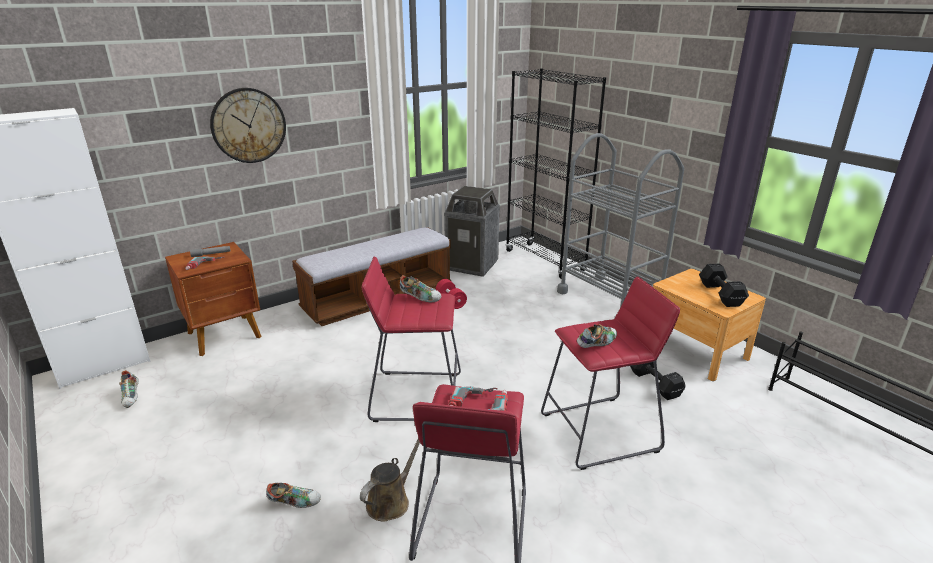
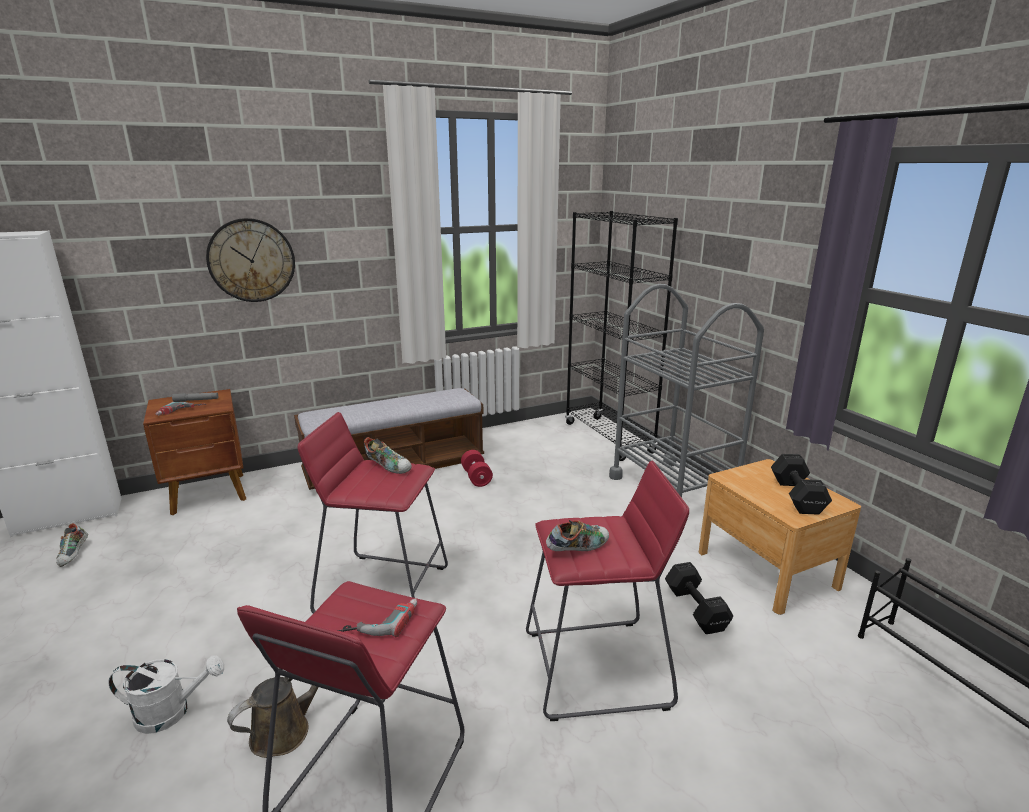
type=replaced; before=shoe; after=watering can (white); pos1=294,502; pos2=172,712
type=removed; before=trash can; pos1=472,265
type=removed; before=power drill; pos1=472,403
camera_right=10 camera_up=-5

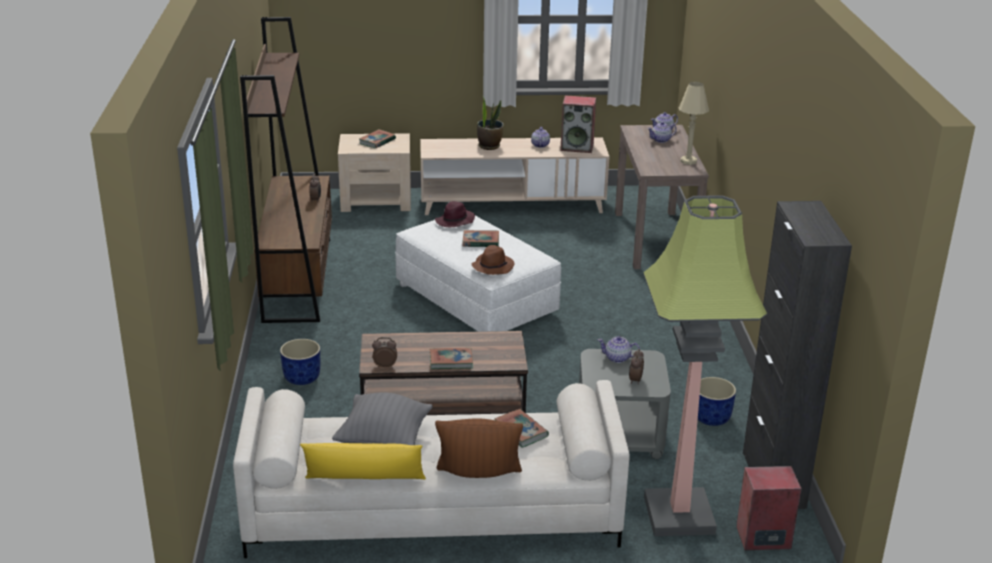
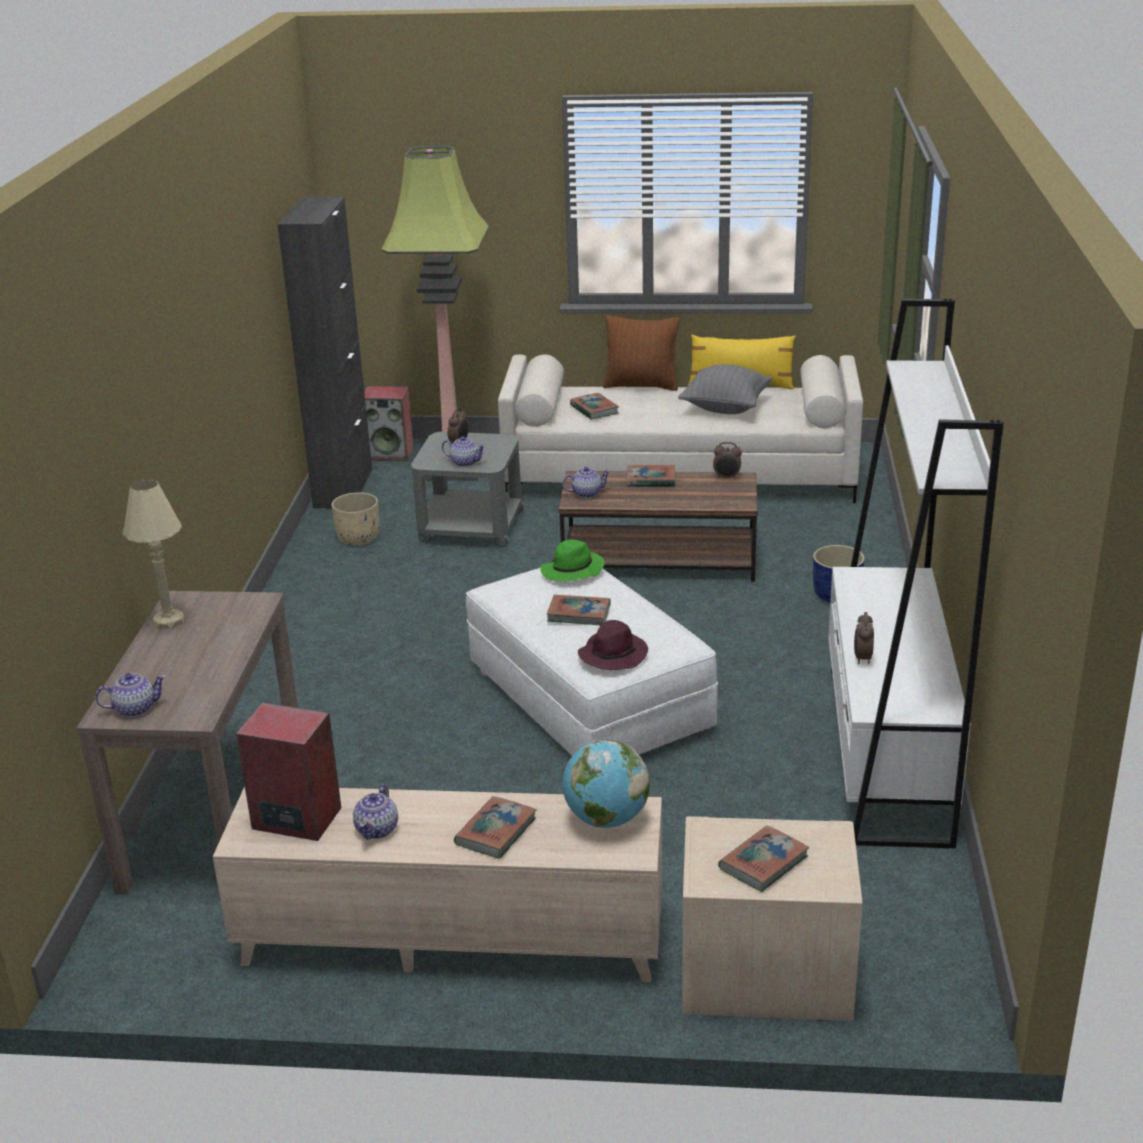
type=recoloured; before=bookcase (brown); after=bookcase (white); pos1=298,278; pos2=887,752
type=recoloured; before=hat (brown); after=hat (green); pos1=493,266; pos2=572,571
type=replaced; before=potted plant; after=book; pos1=489,146; pos2=496,831
type=moved; before=teapot; pos1=661,140; pos2=586,493
type=recoloured; before=planter (blue); after=planter (beige); pos1=712,418; pos2=358,538
type=added; after=globe; pos2=606,819
camera_right=-170 camera_up=0

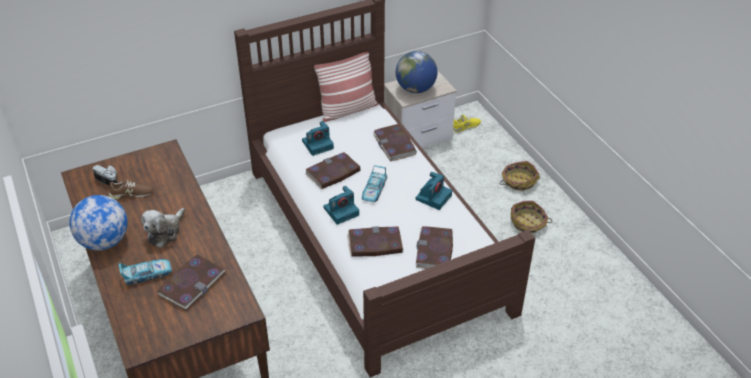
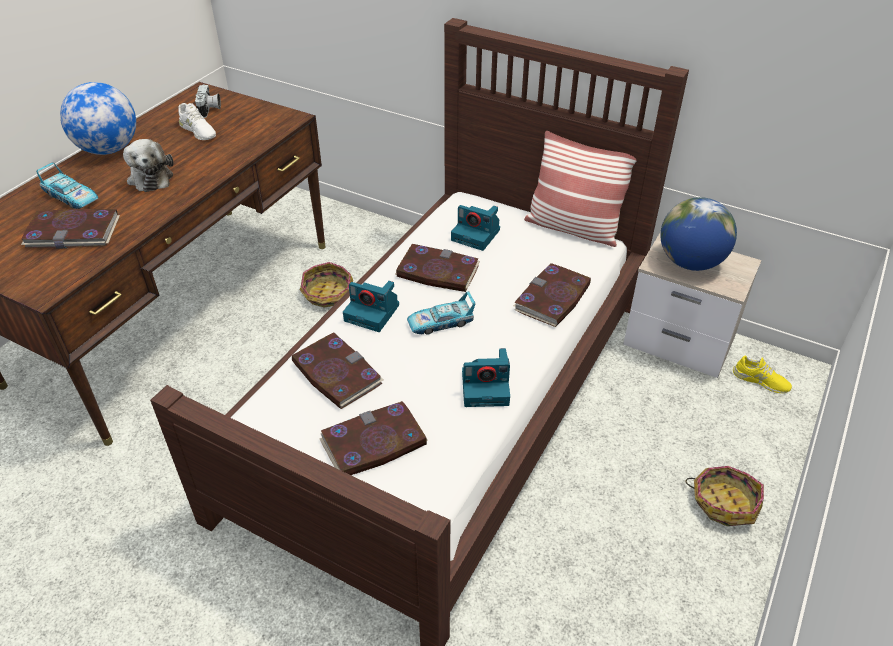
type=recoloured; before=shoe (brown); after=shoe (white); pos1=131,194; pos2=198,131
type=turned; before=plush toy; pos1=165,232; pos2=150,177; turn=-105
type=moved; before=basket; pos1=528,223; pos2=327,294
camera_right=55 camera_up=0

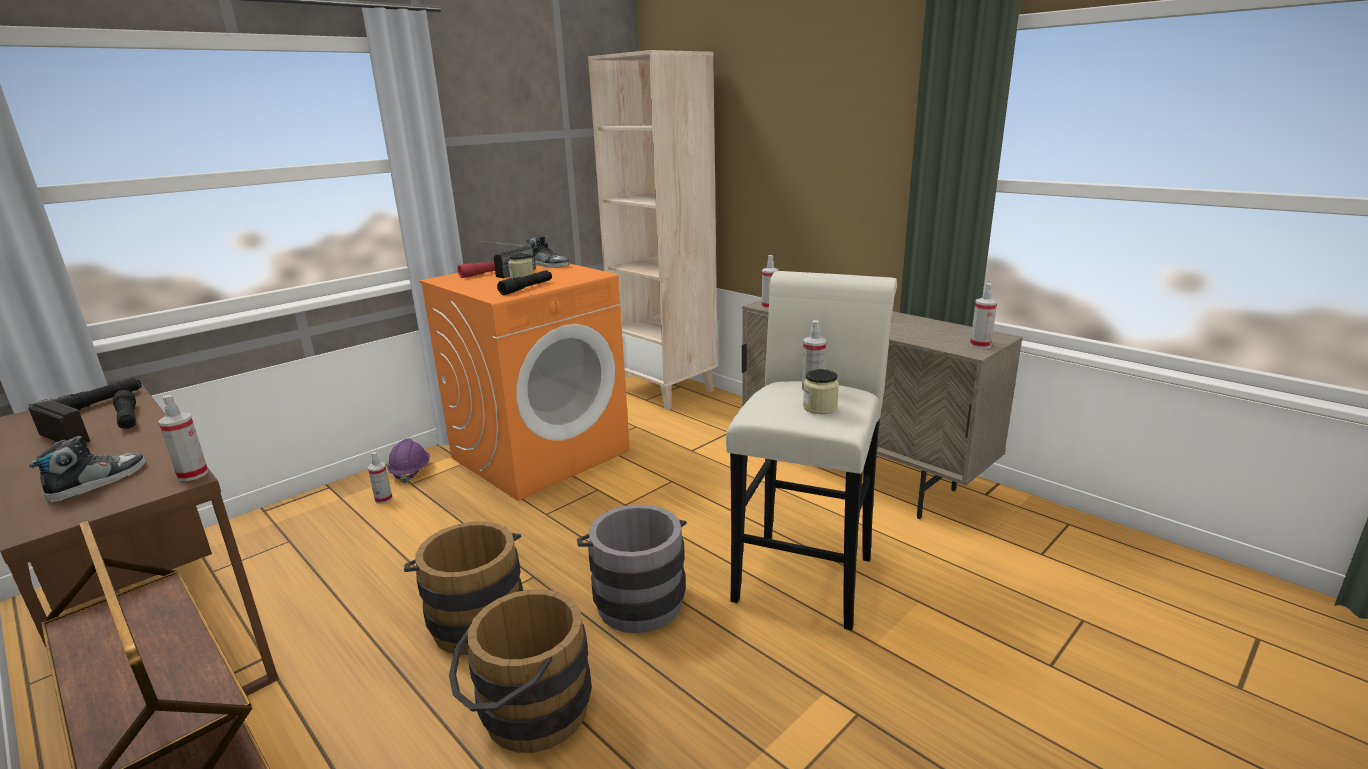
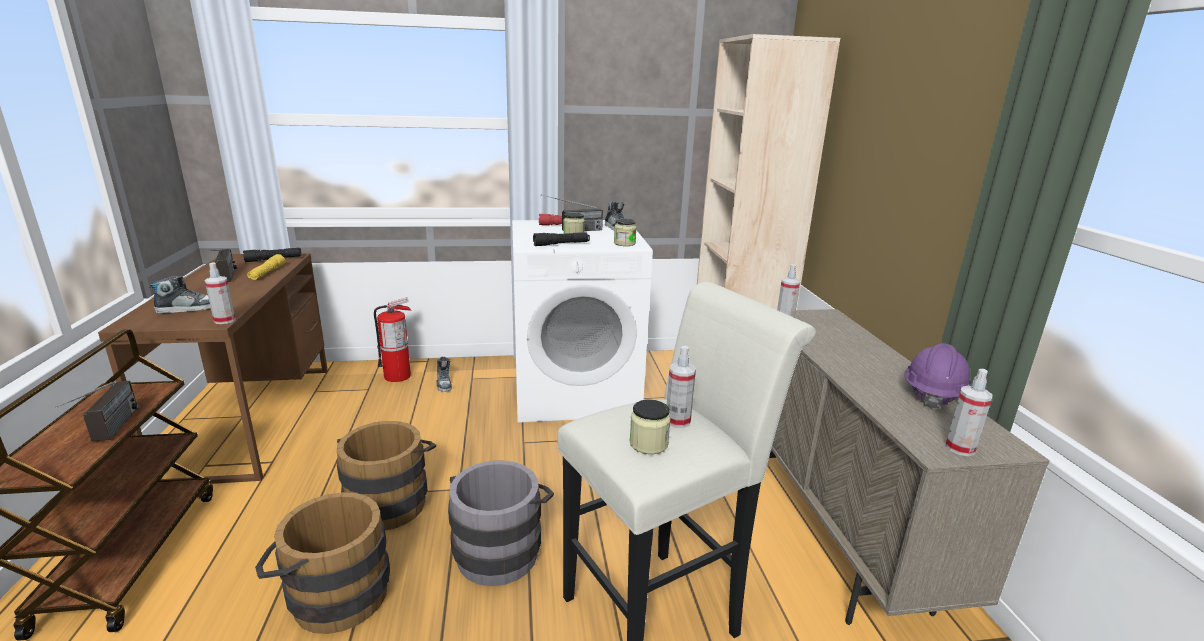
type=recoloured; before=flashlight (black); after=flashlight (yellow); pos1=128,418; pos2=267,273
type=replaced; before=spray bottle; after=shoe; pos1=383,499; pos2=444,383
type=moved; before=hard hat (purple); pos1=410,472; pos2=932,394
type=recoloured; before=washing machine (orange); after=washing machine (white); pos1=541,454; pos2=575,391
type=added; after=radio; pos2=110,432
type=added; after=fire extinguisher; pos2=398,376
type=added; after=jar; pos2=624,243
camera_right=35 camera_up=0

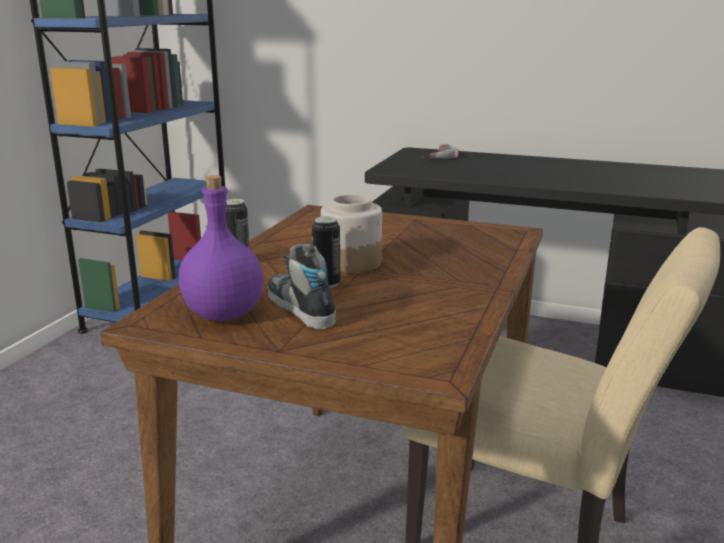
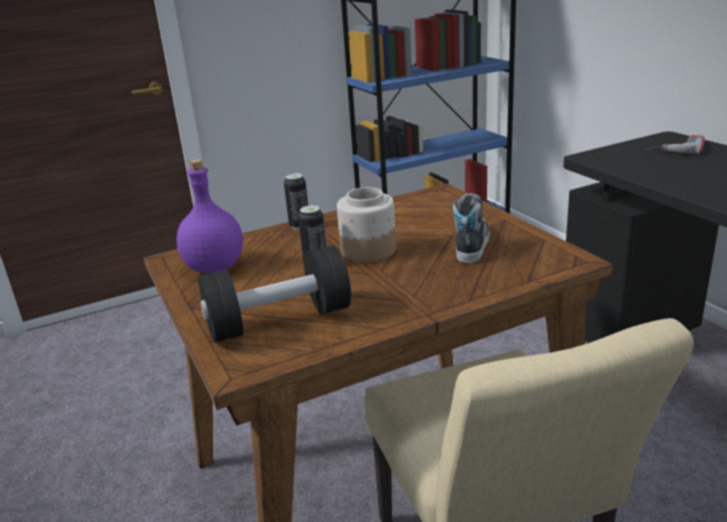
type=moved; before=shoe; pos1=300,308; pos2=470,244
type=added; after=dumbbell (black); pos2=279,321
camera_right=45 camera_up=5

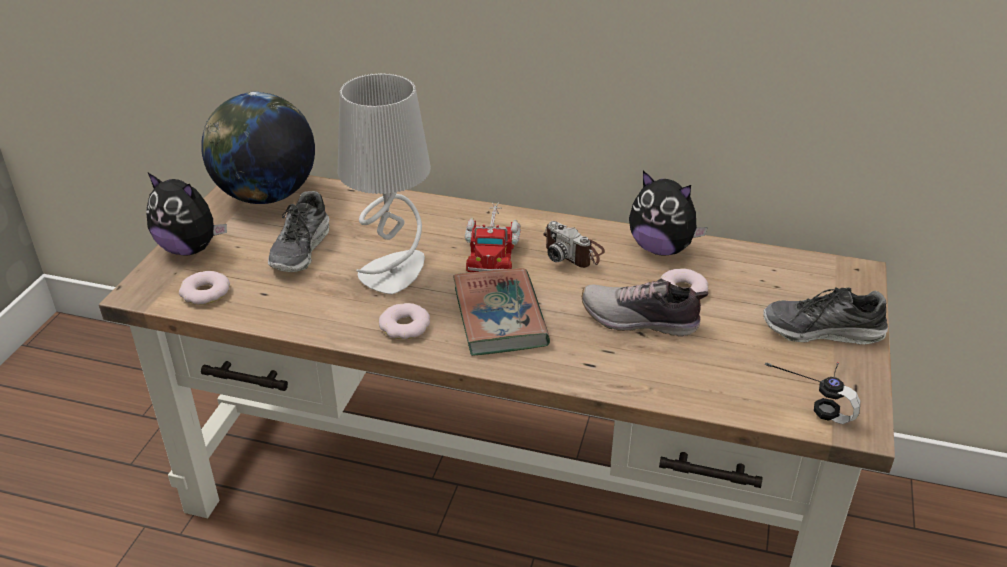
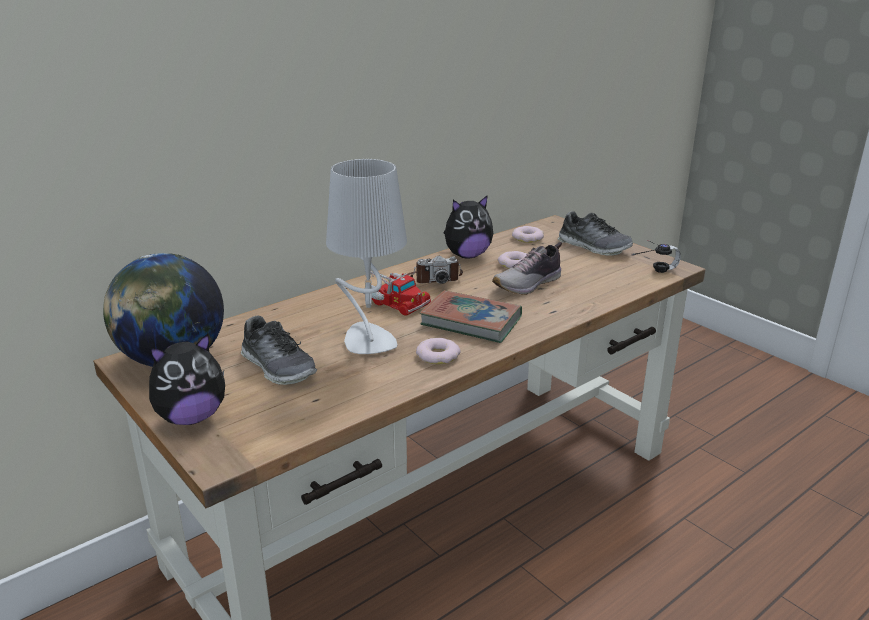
type=moved; before=donut; pos1=205,293; pos2=527,238
type=turned; before=shoe; pos1=822,331; pos2=594,247; turn=-90
camera_right=-55 camera_up=-10

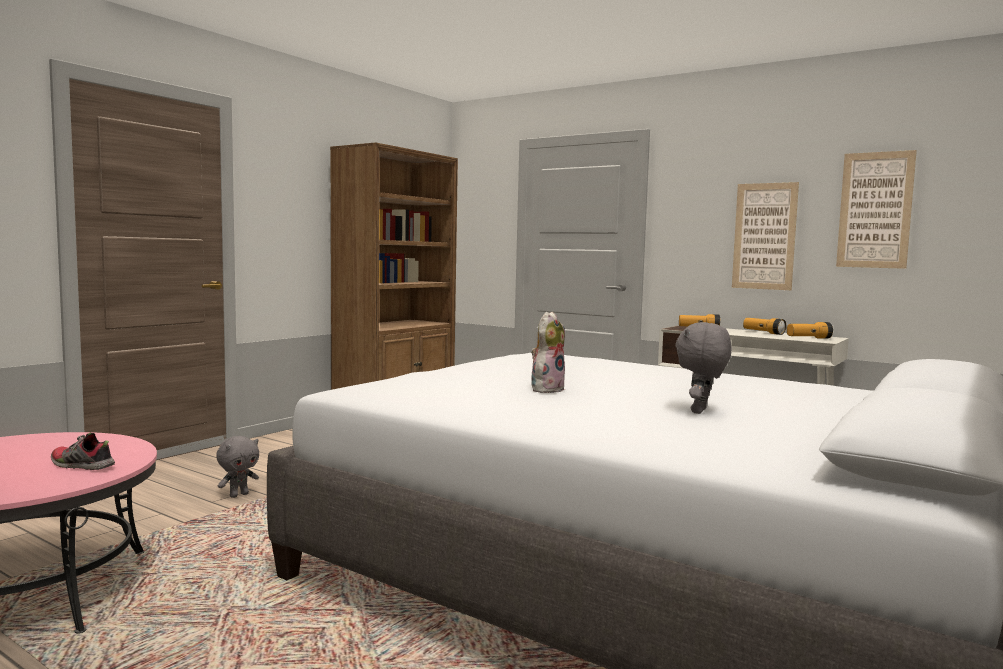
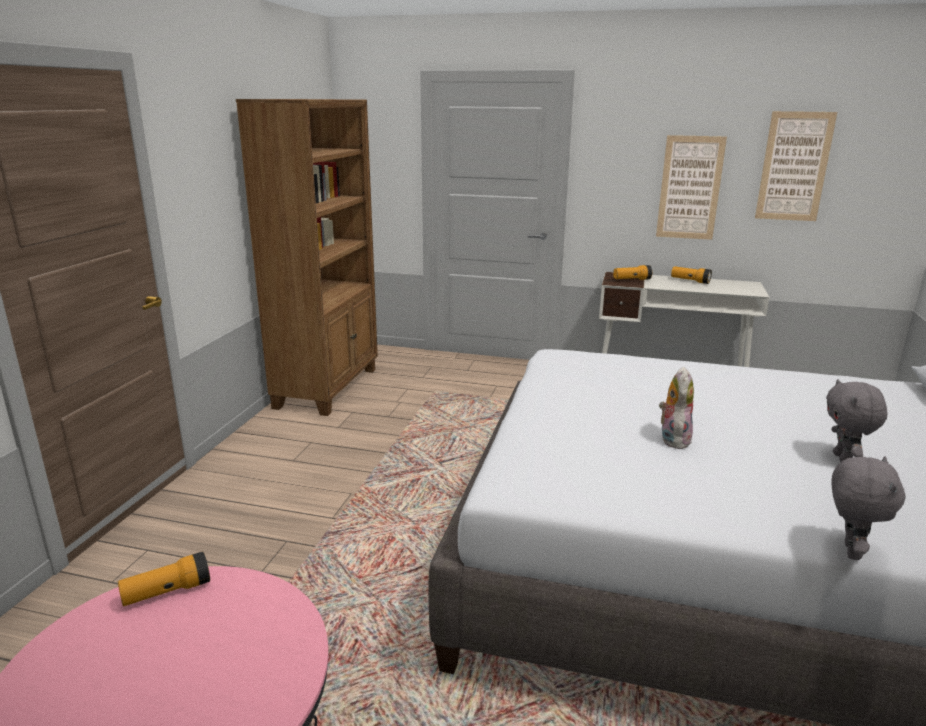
type=removed; before=shoe; pos1=81,466
type=moved; before=plush toy (grey); pos1=239,495; pos2=849,550
type=moved; before=flashlight; pos1=808,338; pos2=167,592
camera_right=-20 camera_up=15

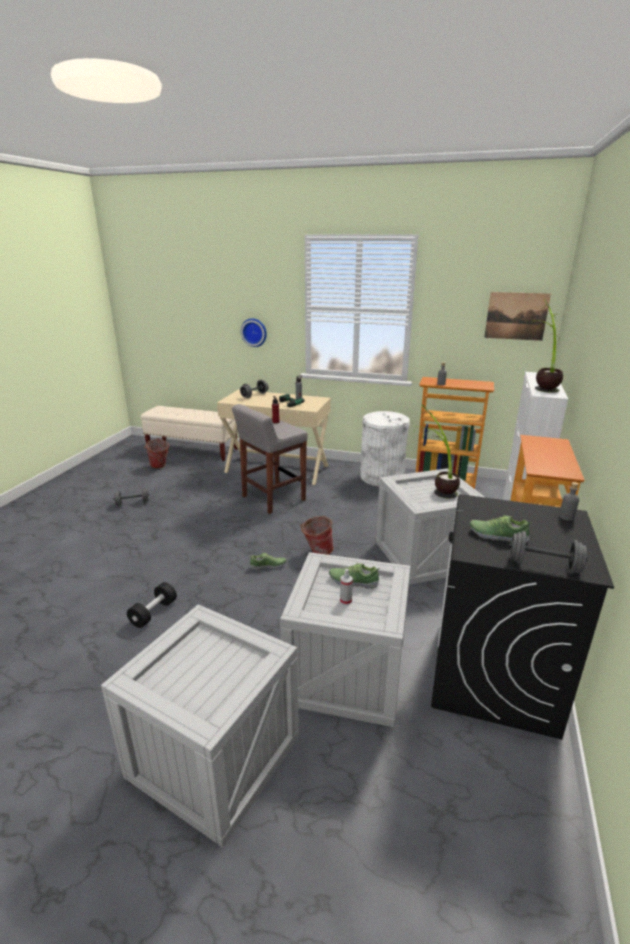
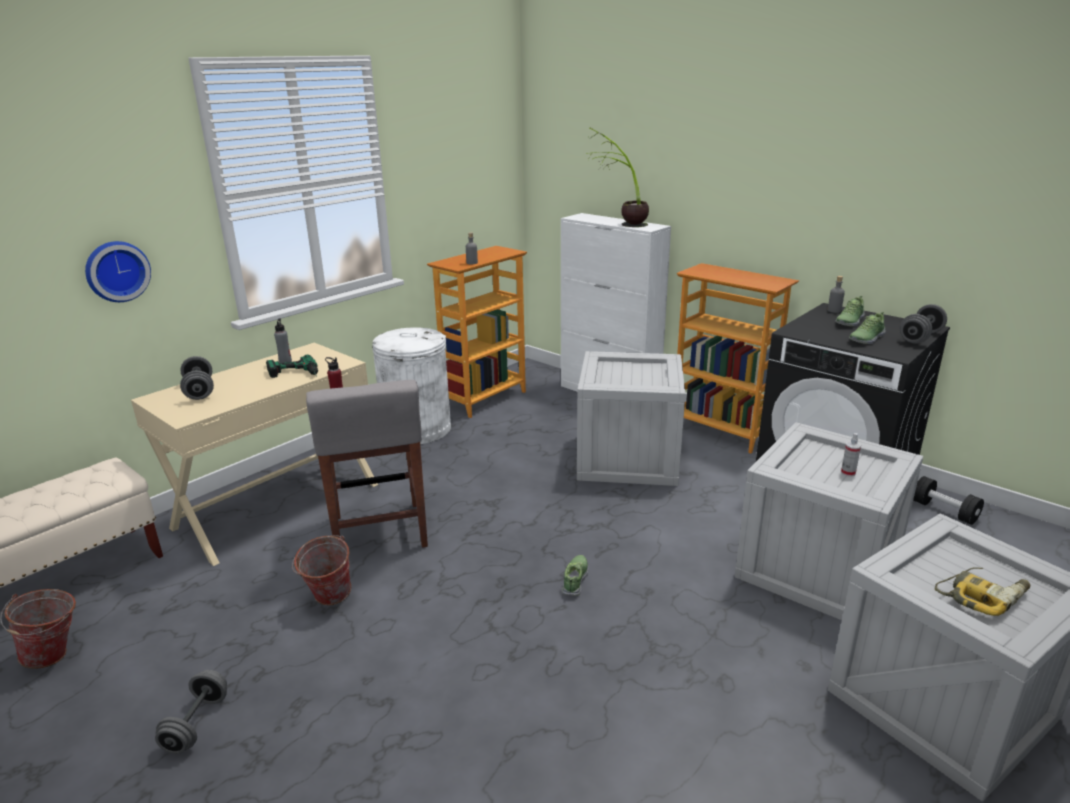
type=moved; before=dumbbell (black); pos1=154,613; pos2=944,511
type=moved; before=bucket; pos1=317,552; pos2=328,600
type=moved; before=shoe; pos1=353,581; pos2=849,321
type=removed; before=potted plant; pos1=436,487
type=removed; before=picture; pos1=516,316
type=added; after=power drill; pos2=982,595
camera_right=-65 camera_up=0

